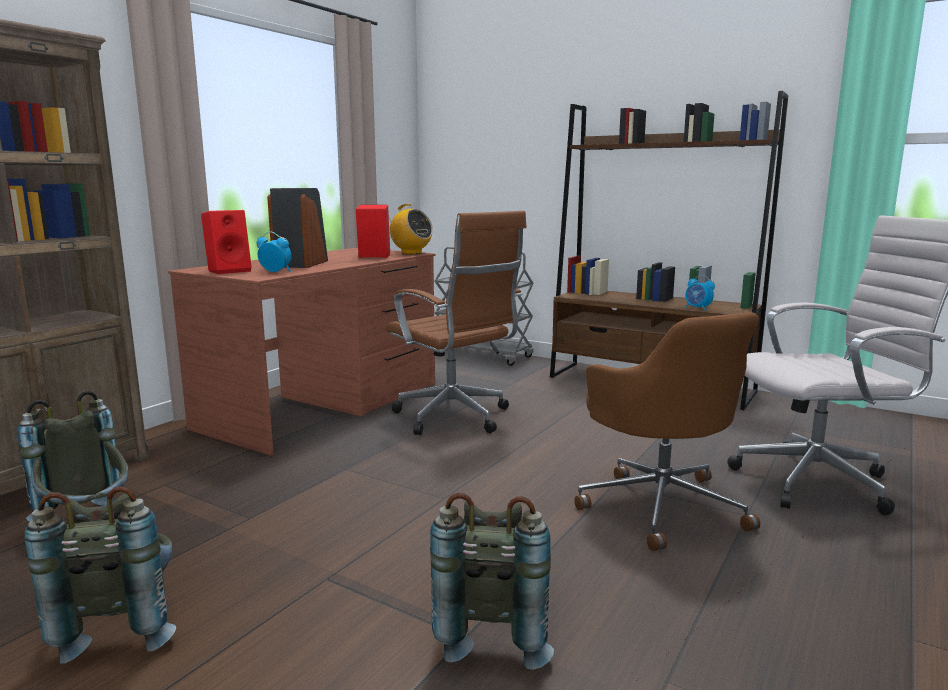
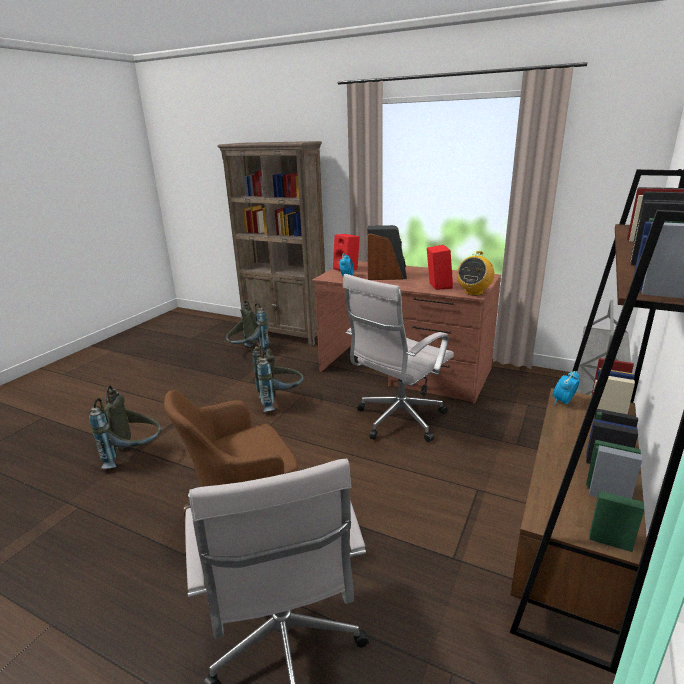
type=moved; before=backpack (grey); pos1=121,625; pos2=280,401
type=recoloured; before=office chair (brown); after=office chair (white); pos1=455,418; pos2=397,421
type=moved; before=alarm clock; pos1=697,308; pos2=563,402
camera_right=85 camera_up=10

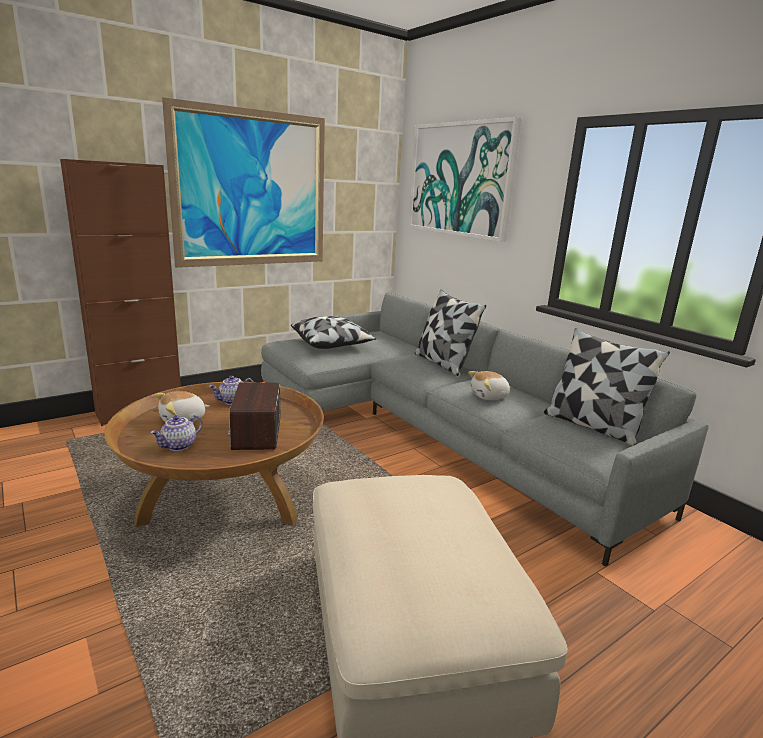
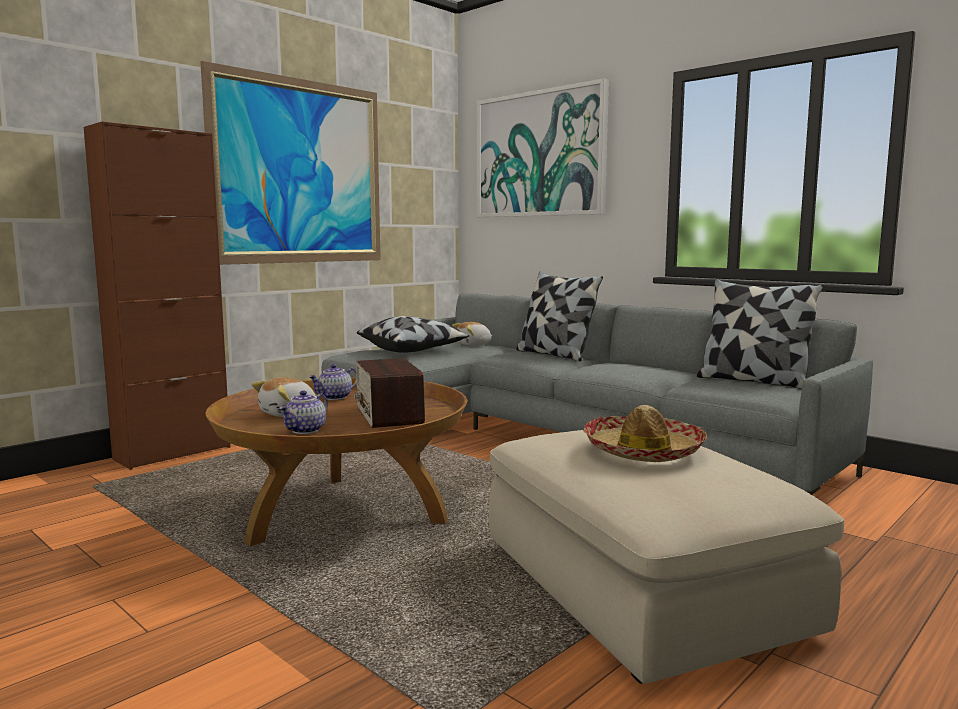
type=moved; before=plush toy; pos1=489,396; pos2=474,345
type=added; after=hat; pos2=643,451
camera_right=-10 camera_up=-10

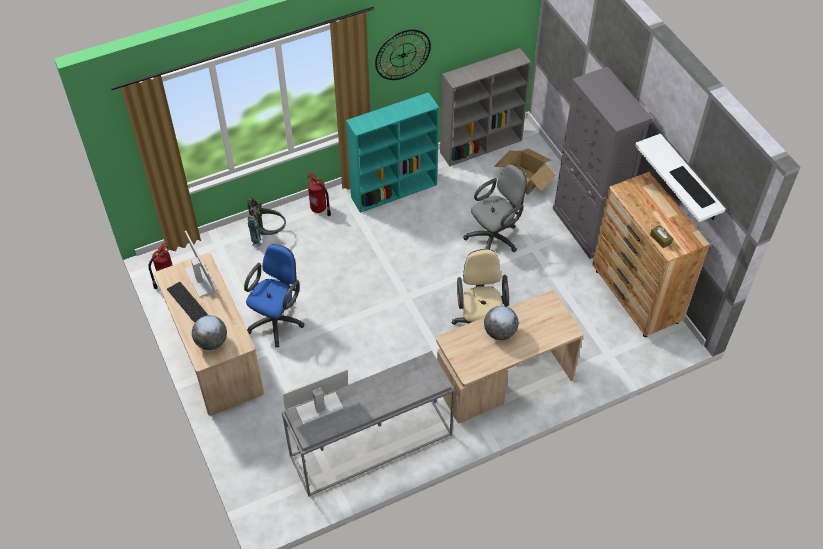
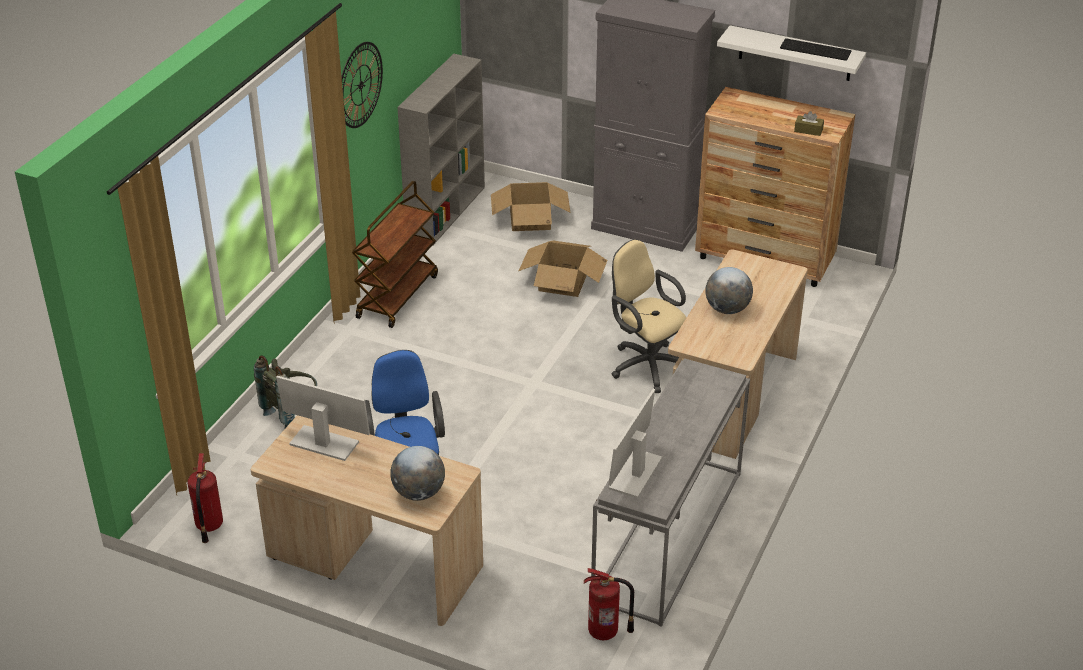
type=removed; before=keyboard; pos1=185,302
type=moved; before=fire extinguisher; pos1=319,209; pos2=605,632
type=replaced; before=bookcase (turquoise); after=cart (brown); pos1=395,190; pos2=397,296
type=replaced; before=office chair (grey); after=cardboard box; pos1=495,238; pos2=563,282
camera_right=-40 camera_up=-15

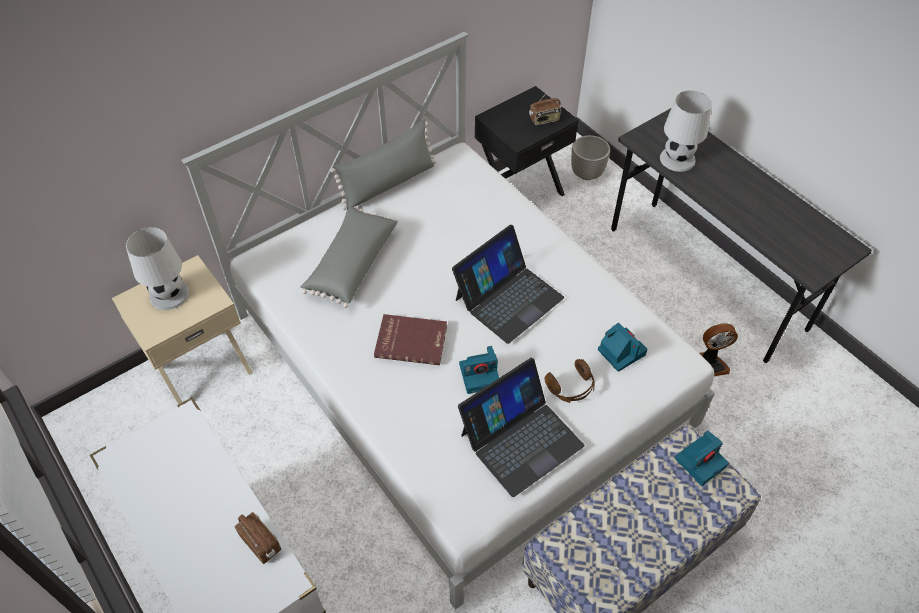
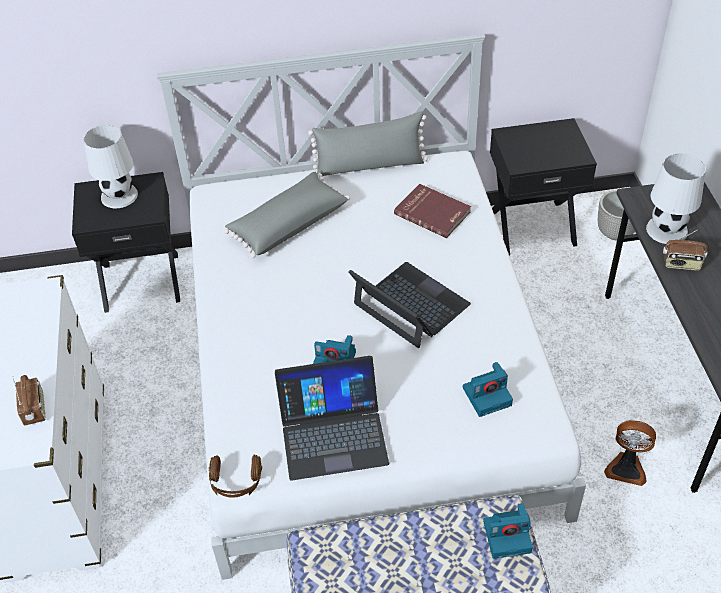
type=recoloured; before=nightstand (beige); after=nightstand (black); pos1=201,367; pos2=142,280
type=moved; before=book (red); pos1=411,340; pos2=433,212
type=turned; before=laptop; pos1=508,298; pos2=410,305; turn=-120
type=moved; before=radio; pos1=544,120; pos2=681,264
type=moved; before=headphones (brown); pos1=571,387; pos2=236,482
type=turned; before=photo camera; pos1=620,351; pos2=487,395; turn=75
camera_right=30 camera_up=-5

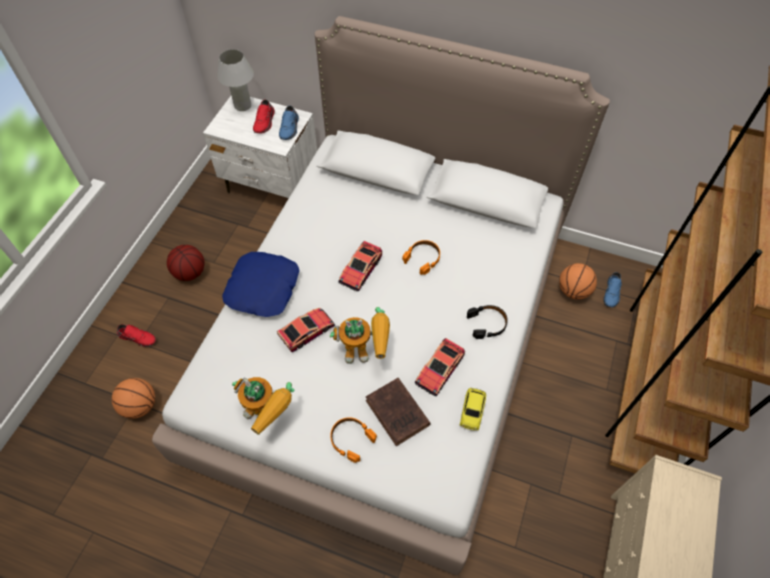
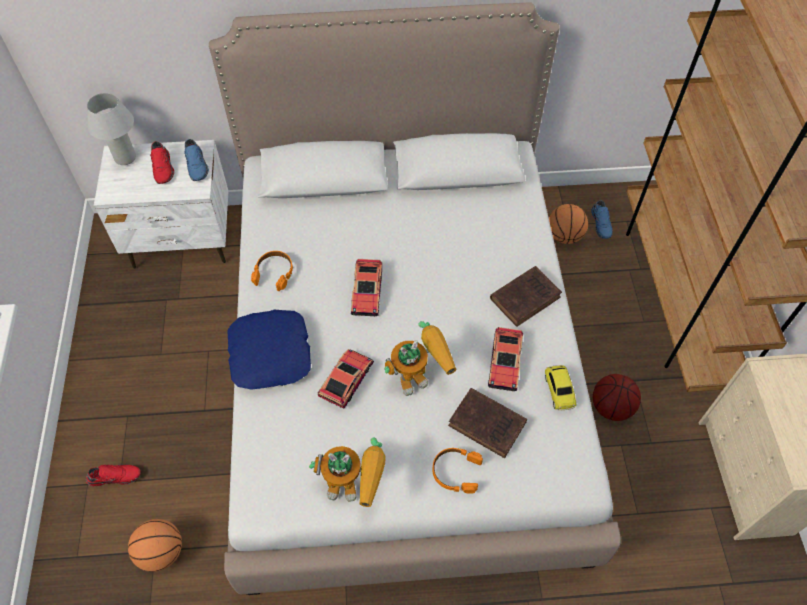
type=moved; before=basketball; pos1=190,272; pos2=611,406
type=moved; before=headphones (orange); pos1=423,258; pos2=274,273
type=replaced; before=headphones (black); after=book (brown); pos1=487,324; pos2=526,297
camera_right=-25 camera_up=0

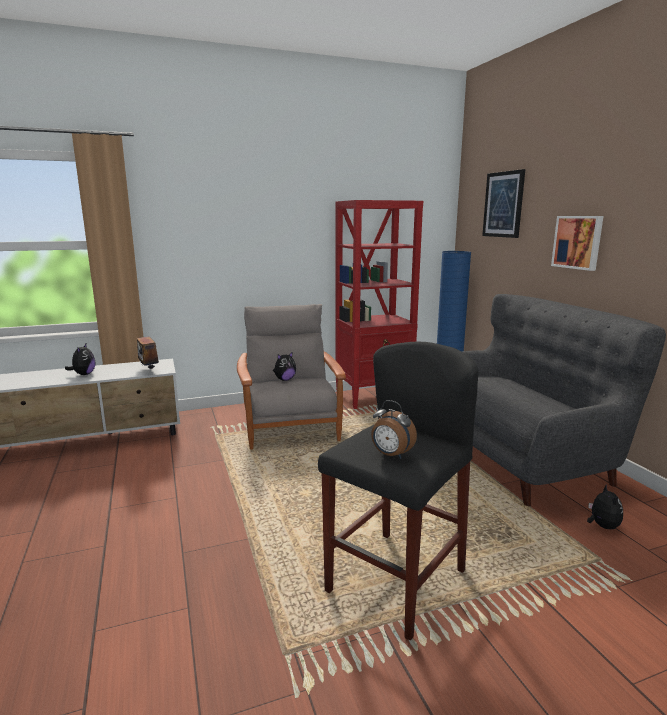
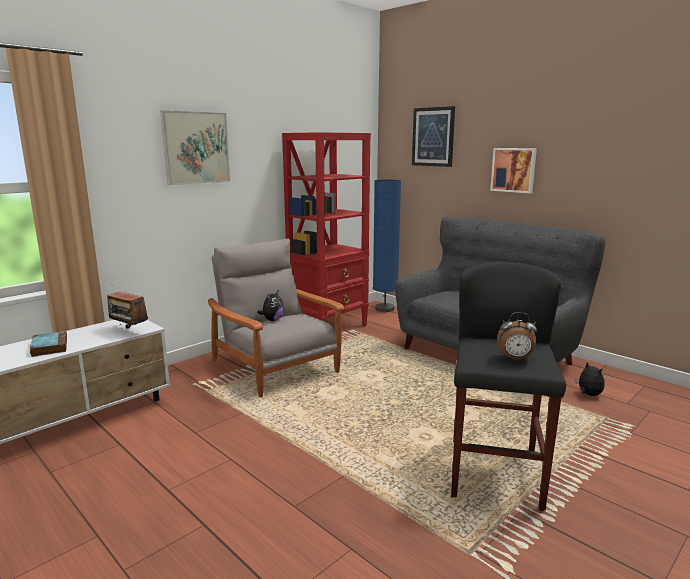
type=replaced; before=plush toy; after=book; pos1=84,374; pos2=49,347
type=added; after=picture; pos2=196,148
camera_right=-25 camera_up=0

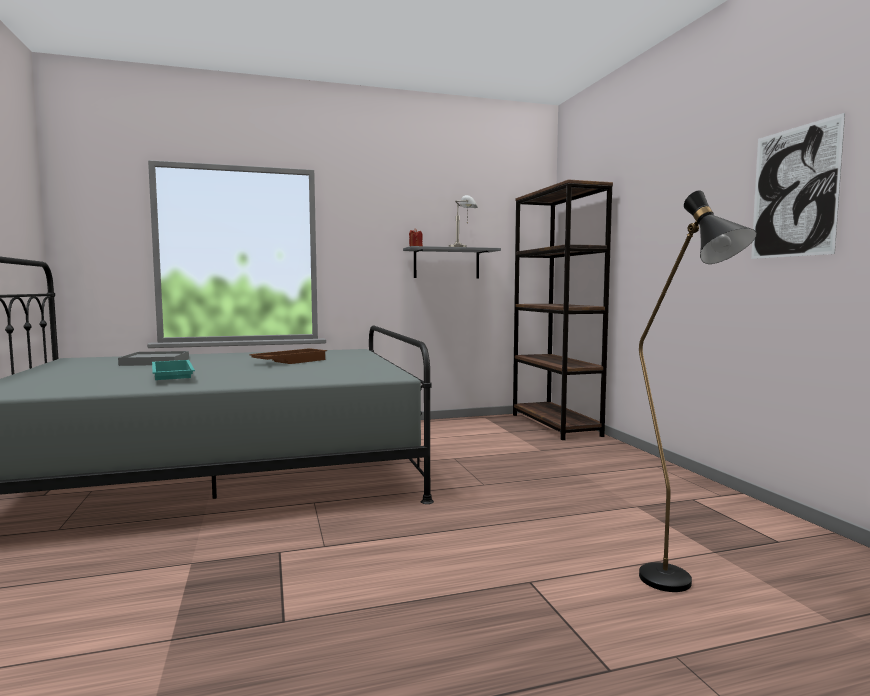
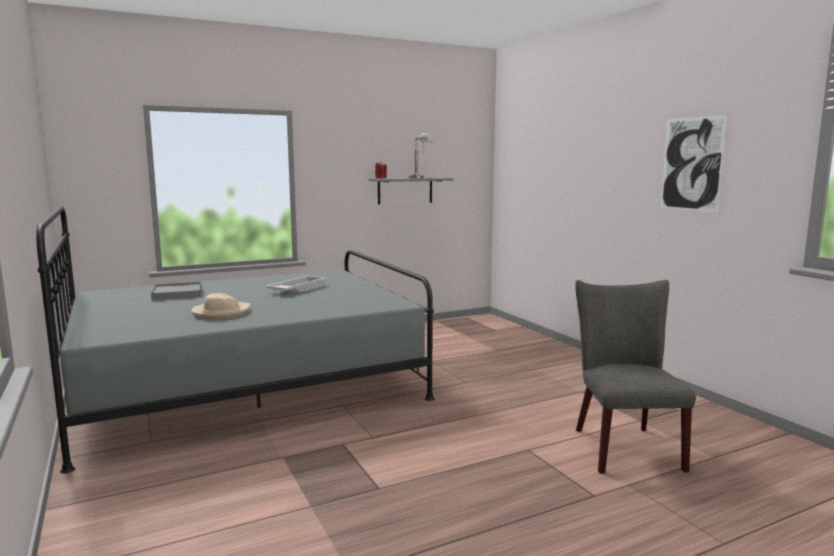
type=replaced; before=tray (turquoise); after=hat (beige); pos1=171,377; pos2=221,312
type=recoloured; before=tray (brown); after=tray (white); pos1=289,361; pos2=296,289
type=removed; before=bookcase (brown); pos1=555,425
type=replaced; before=floor lamp (black); after=chair (grey); pos1=679,588; pos2=623,445
camera_right=-10 camera_up=5

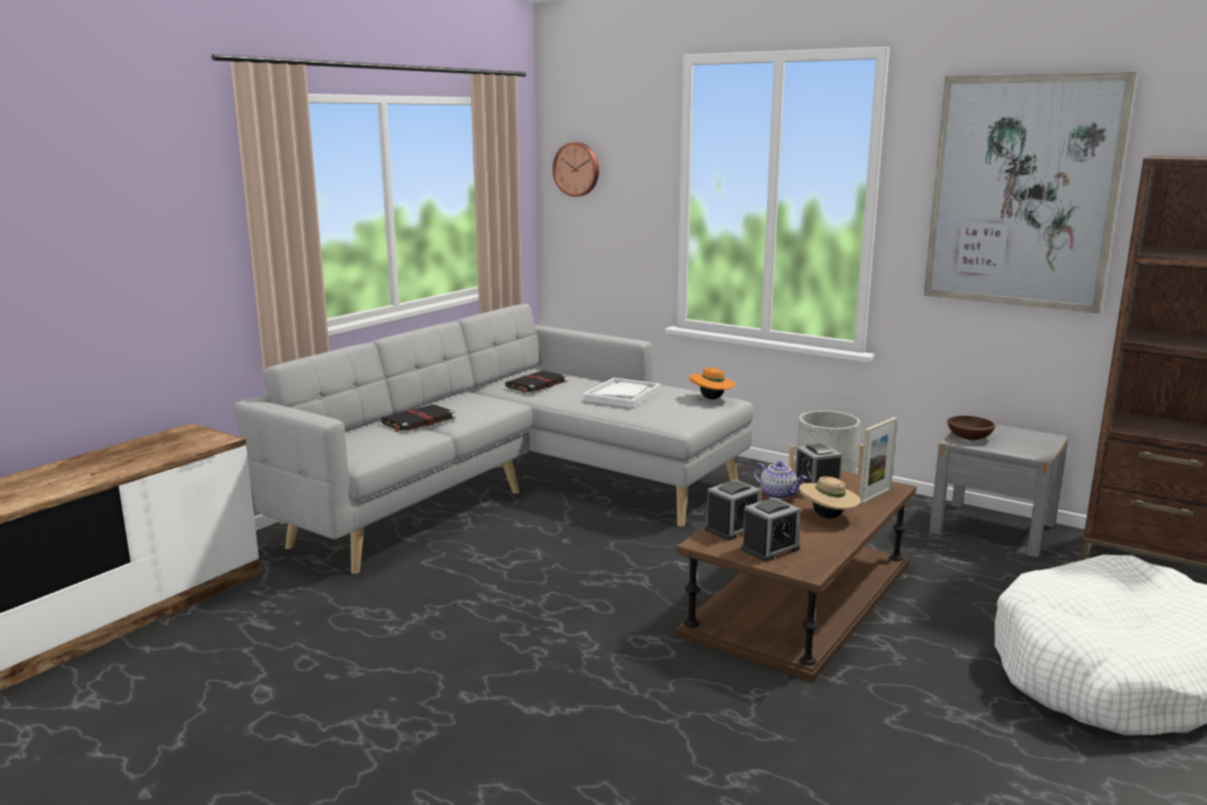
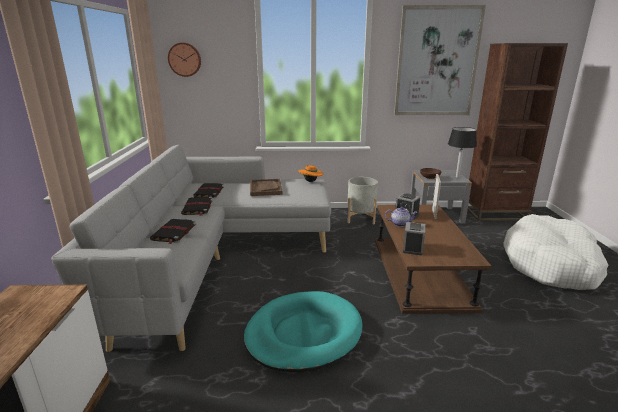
type=recoloured; before=tray (white); after=tray (brown); pos1=622,395; pos2=265,188
type=removed; before=alarm clock; pos1=770,549
type=removed; before=hat (beige); pos1=828,517
type=added; after=book (black); pos2=197,208
type=added; after=dog bed (turquoise); pos2=303,334
type=added; after=table lamp (black); pos2=457,177
camera_right=-35 camera_up=5

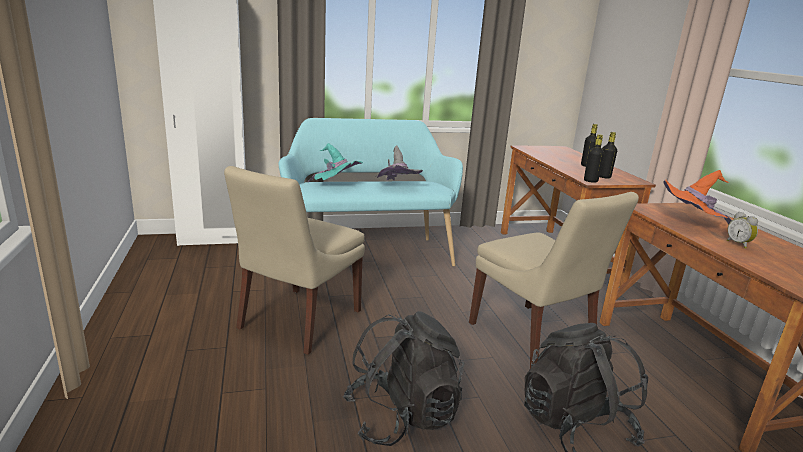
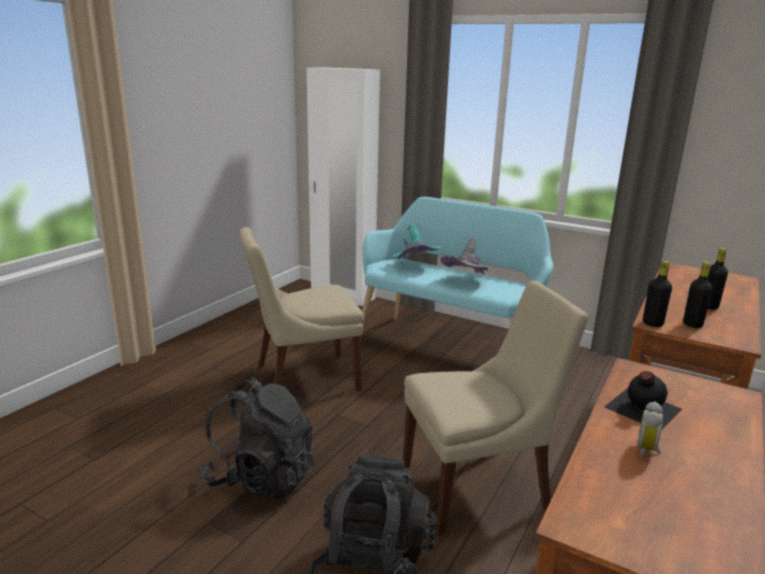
type=turned; before=chair (beige); pos1=533,338; pos2=478,486; turn=-120
type=replaced; before=hat (orange); after=bottle (black); pos1=690,225; pos2=641,408
camera_right=45 camera_up=0

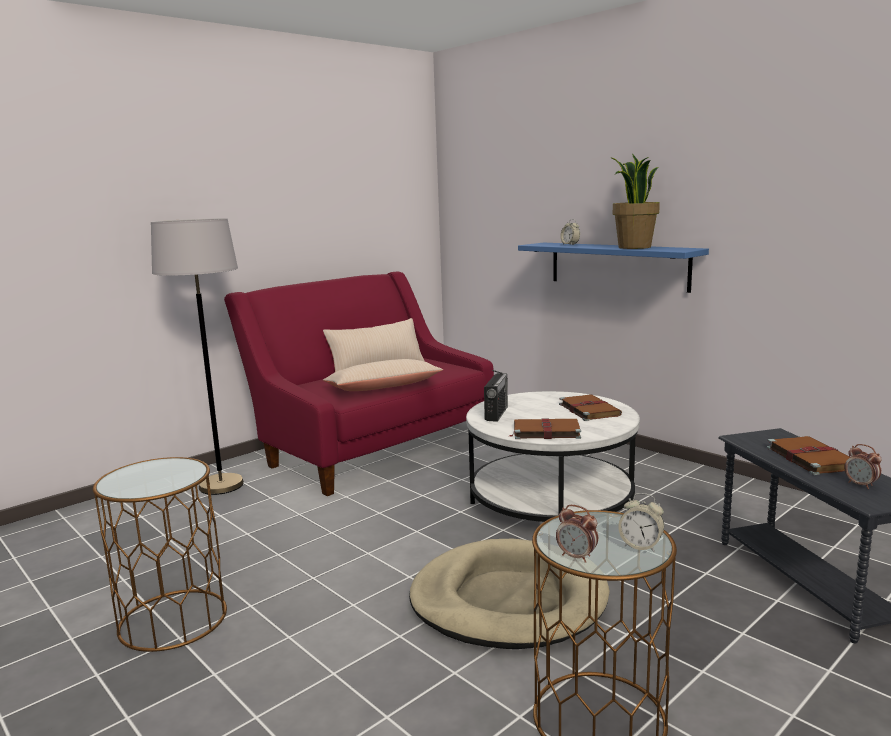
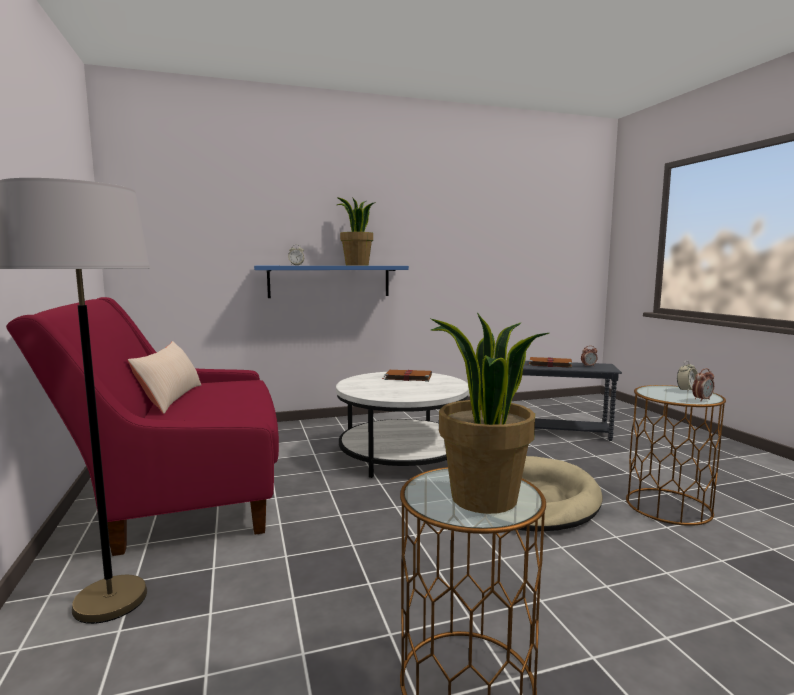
type=removed; before=pillow (beige); pos1=383,387
type=removed; before=radio; pos1=496,413
type=removed; before=book (brown); pos1=545,431
type=added; after=potted plant; pos2=483,499
camera_right=-65 camera_up=-5

